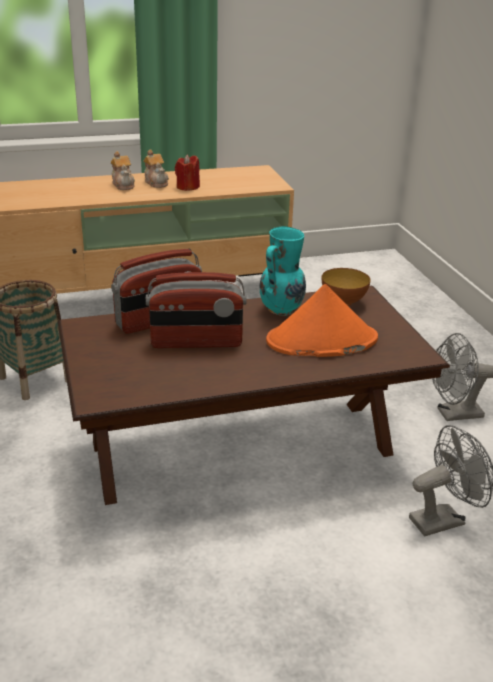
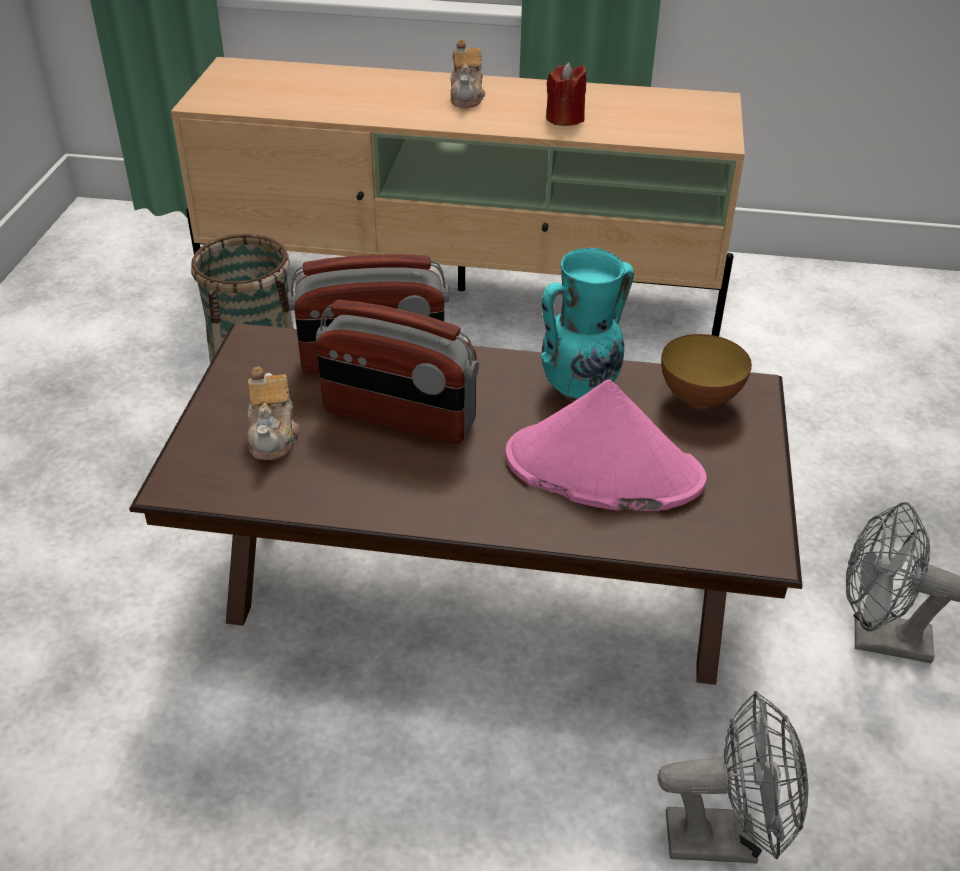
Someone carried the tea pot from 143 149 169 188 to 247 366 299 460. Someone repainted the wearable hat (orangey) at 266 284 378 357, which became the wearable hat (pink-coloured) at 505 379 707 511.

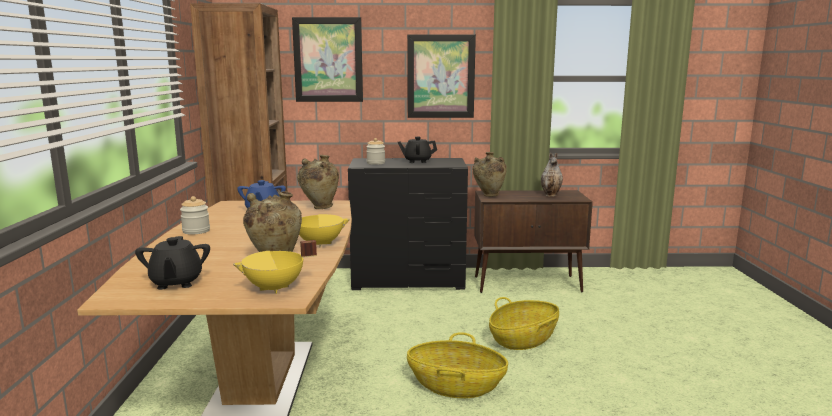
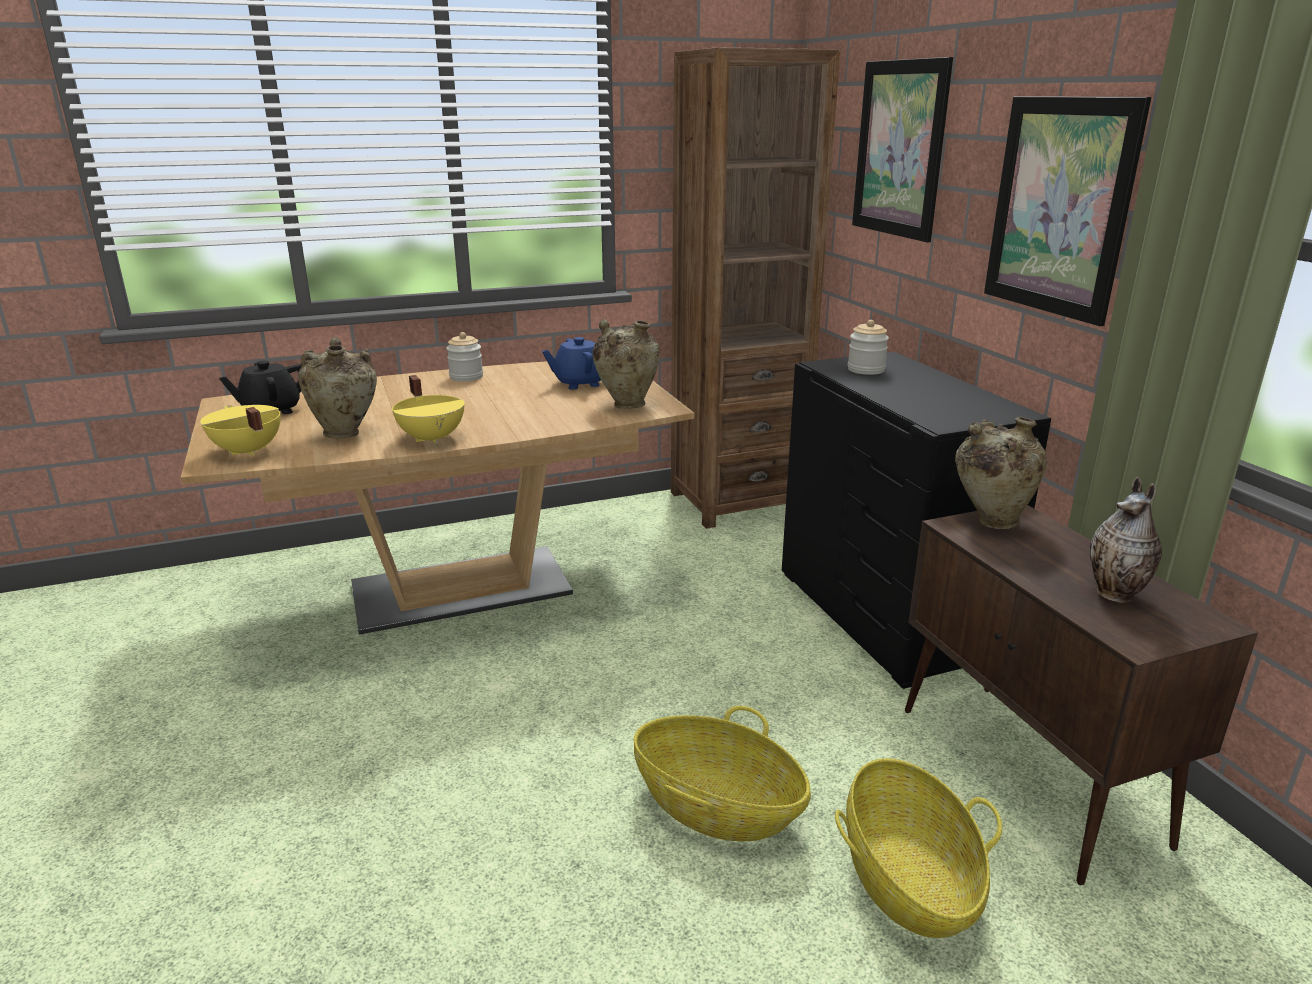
Someone carried the basket from 407 332 508 398 to 835 758 1002 938. Someone took away the tea pot (black-coloured) at 398 137 437 163.

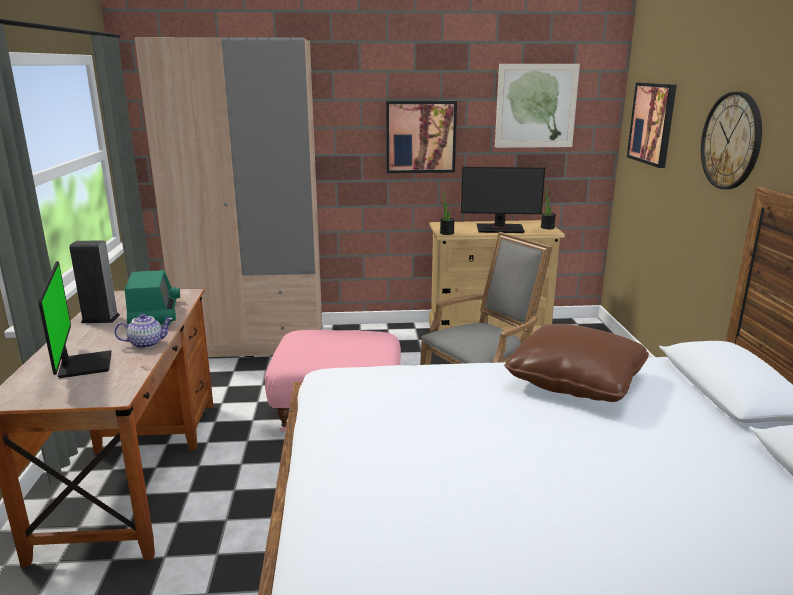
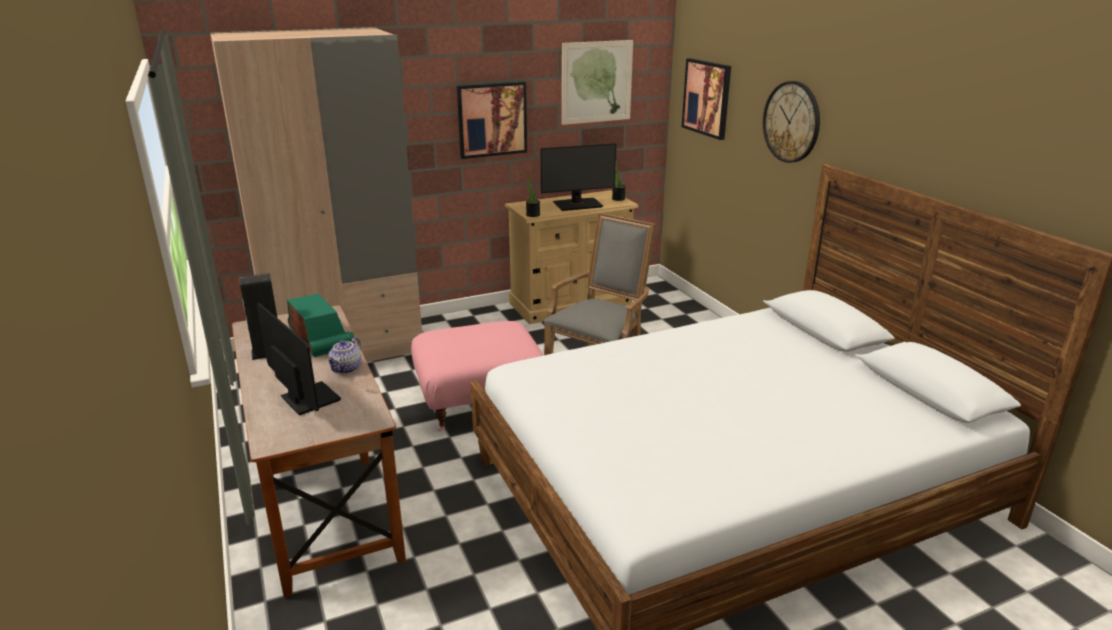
Someone rotated the tea pot at 114 314 173 349 by 150 degrees clockwise. Someone took away the cushion (brownish) at 504 324 649 402.

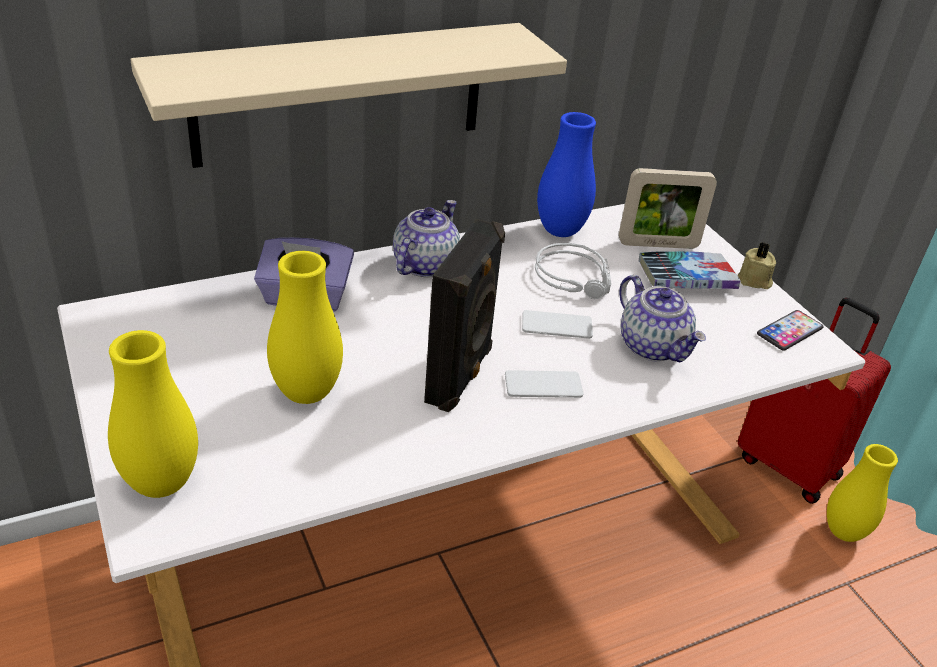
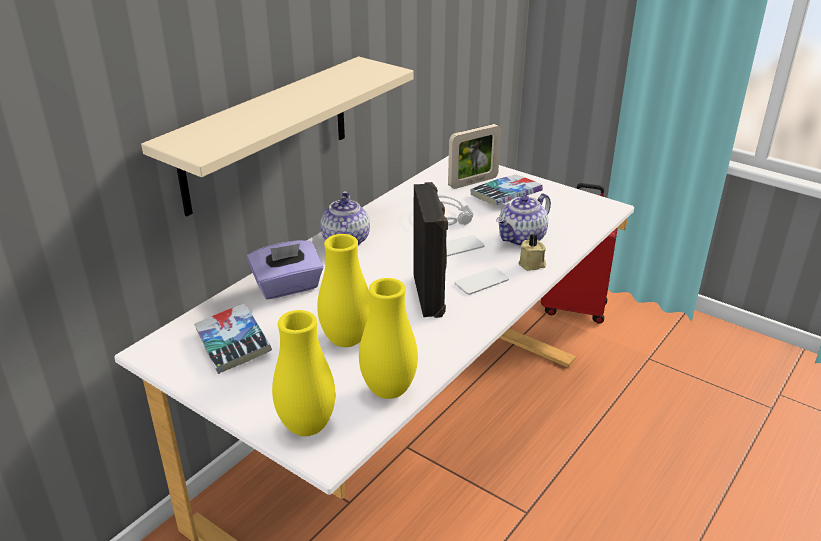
Someone put down the bound book at 194 303 272 374. Someone carried the flower vase (yellow) from 827 444 898 542 to 359 278 418 399. Someone rotated the tea pot at 619 275 706 363 by 105 degrees clockwise. Someone carried the wax light (beige) from 738 243 776 289 to 518 234 546 271. Someone took away the flower vase (blue-coloured) at 537 112 596 237. Someone took away the phone at 757 310 823 351.

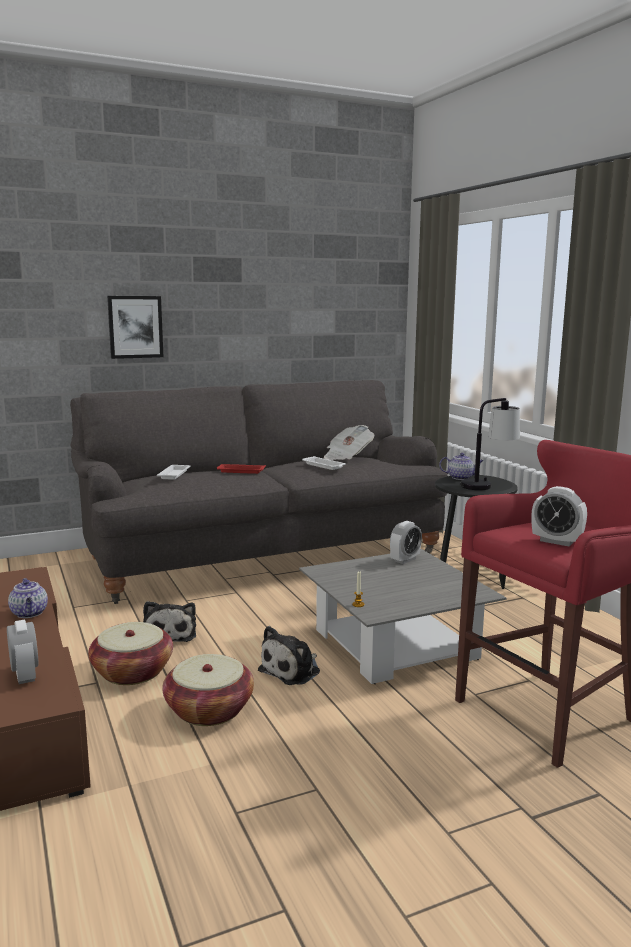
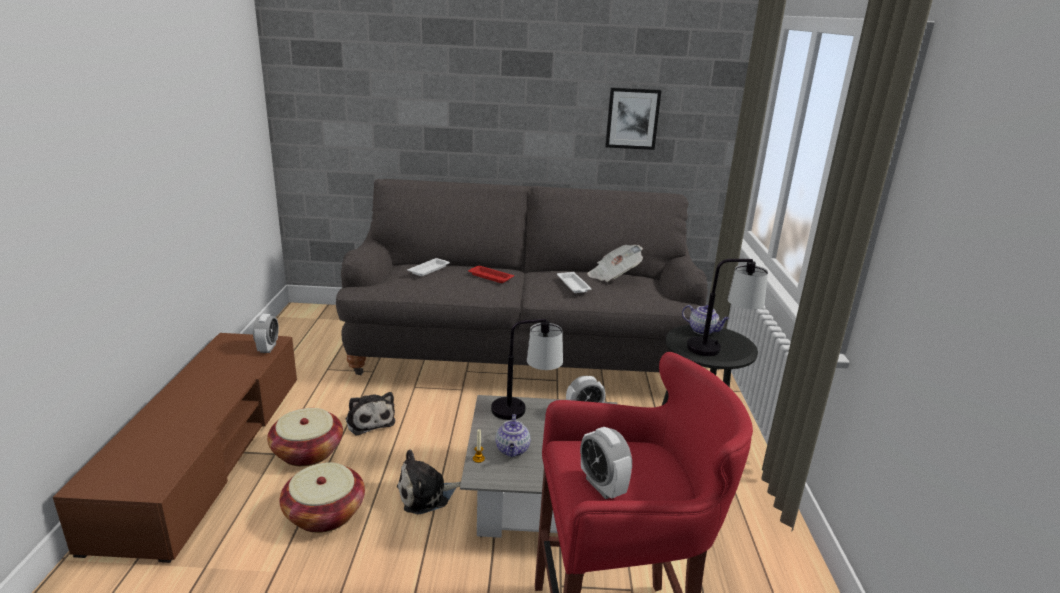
Someone carried the bedside clock from 7 620 38 684 to 253 314 279 353. Someone rotated the soft toy at 143 601 196 642 by 45 degrees counterclockwise. Someone put down the lamp for a table at 491 319 563 420. Someone carried the tea pot from 8 578 48 618 to 496 414 531 457. Someone carried the picture from 107 296 164 359 to 605 87 662 150.

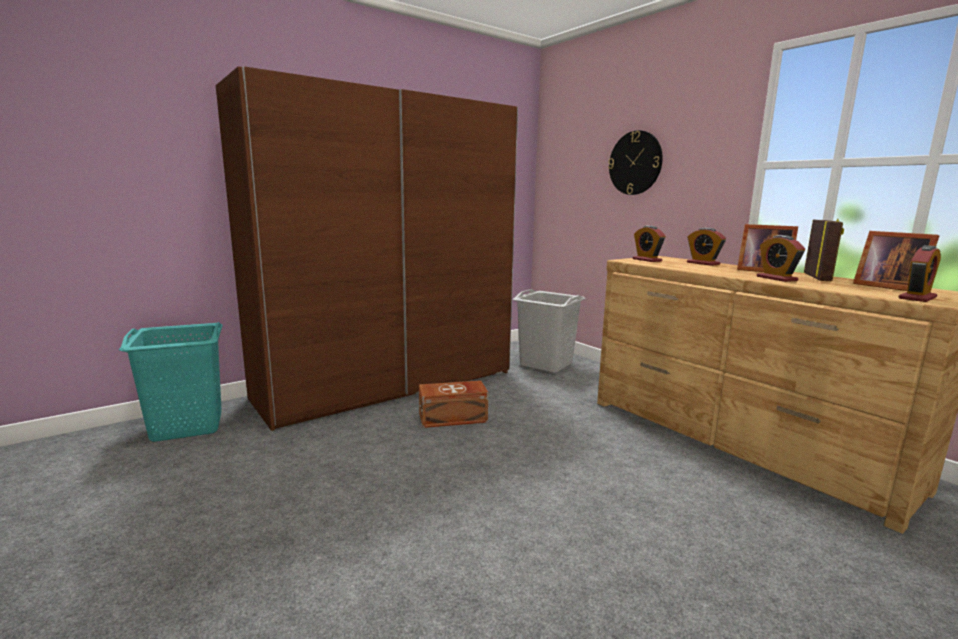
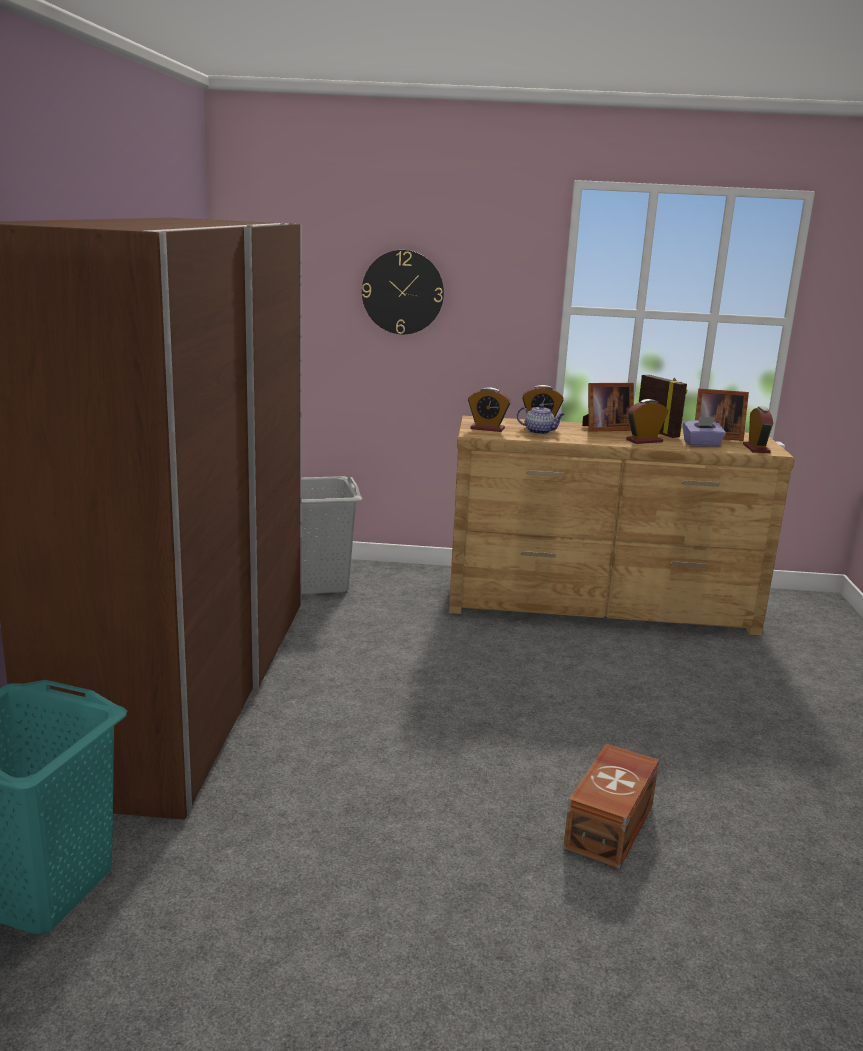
Someone put down the tea pot at 517 404 565 434. Someone carried the storage box (brownish) from 419 380 488 428 to 563 744 659 869. Someone rotated the bedside clock at 757 235 805 282 by 135 degrees clockwise. Someone put down the box of tissues (purple) at 683 416 726 447.

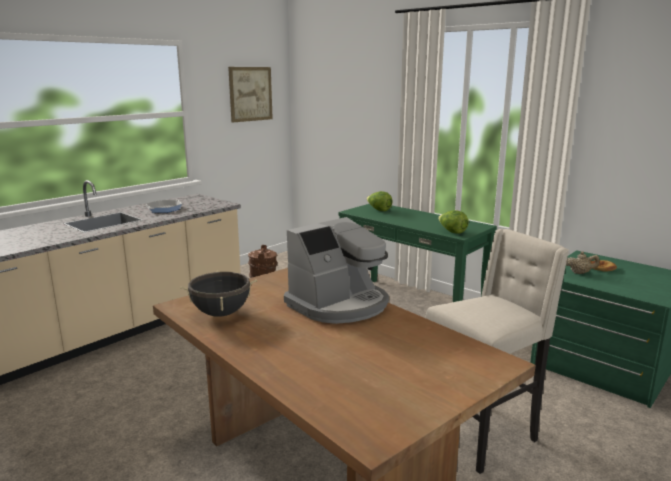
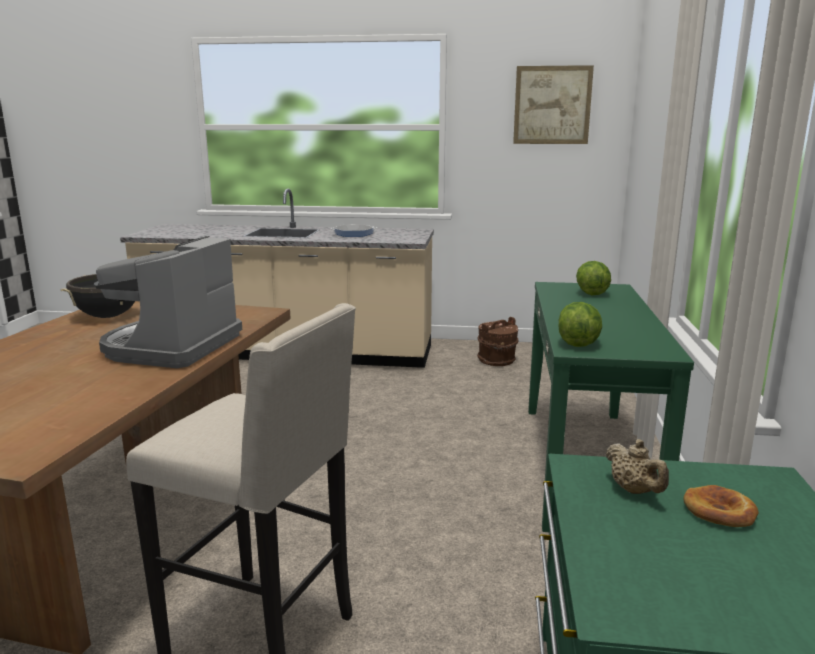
Someone rotated the coffee machine at 284 217 389 324 by 90 degrees clockwise.

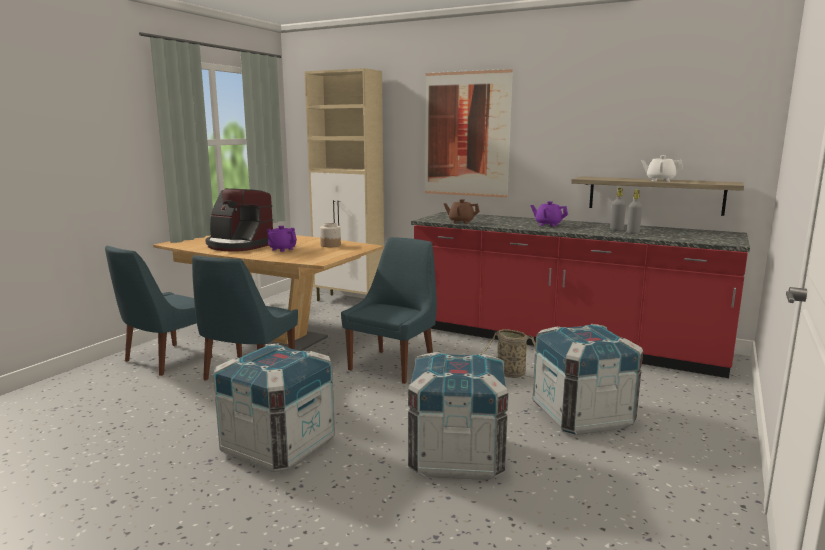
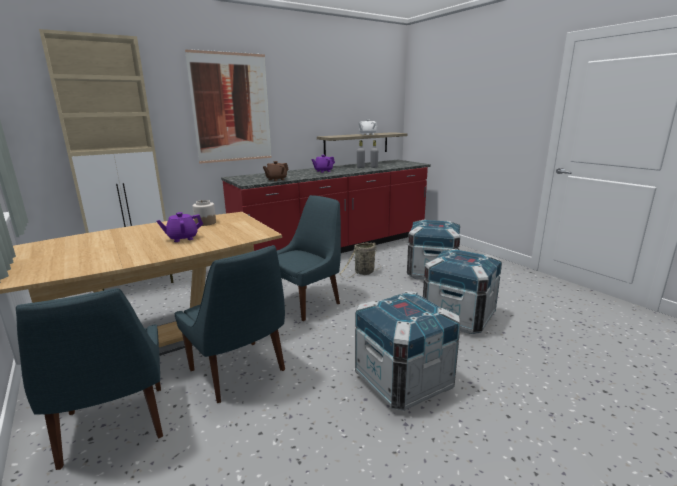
Someone rotated the plain chair (blue-coloured) at 341 237 437 384 by 75 degrees clockwise. Someone took away the coffee machine at 205 188 273 252.

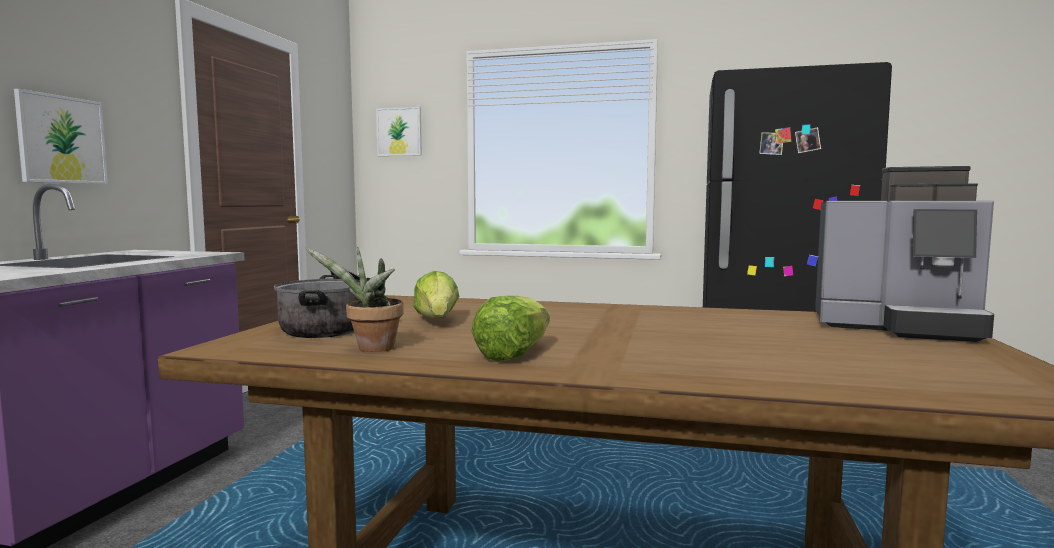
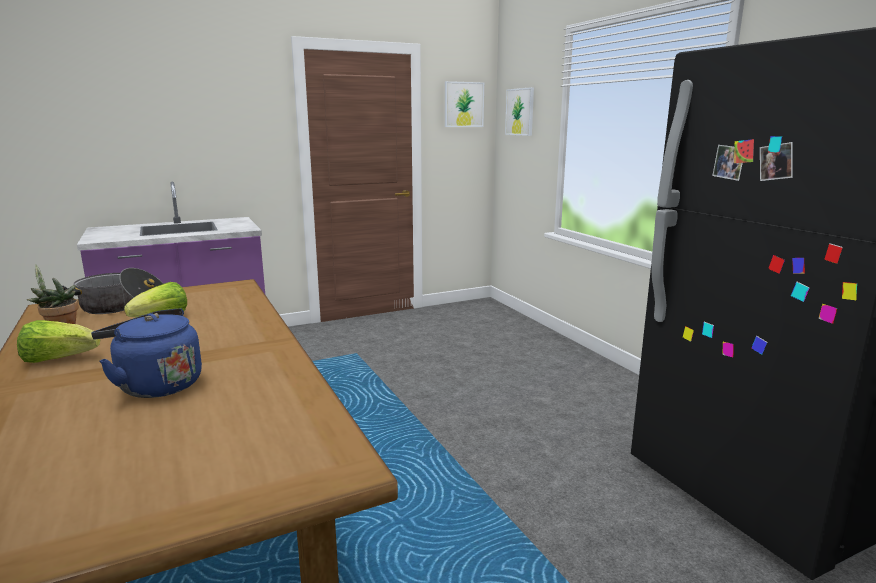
Someone put down the tea kettle (blue-coloured) at 91 308 202 398. Someone carried the picture from 14 89 108 184 to 445 81 484 127. Someone took away the coffee machine at 815 166 994 342.

